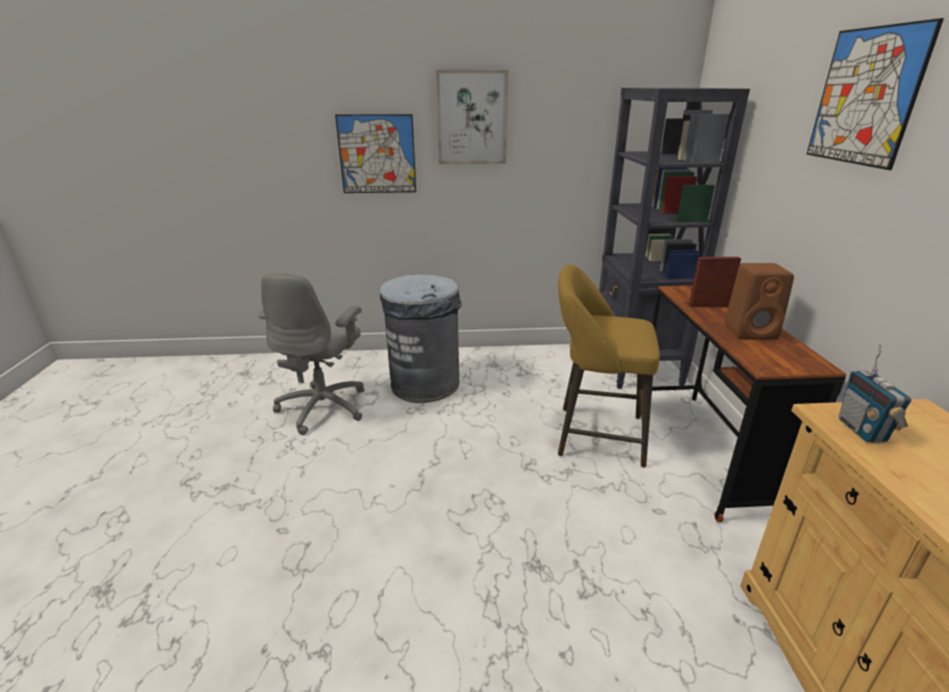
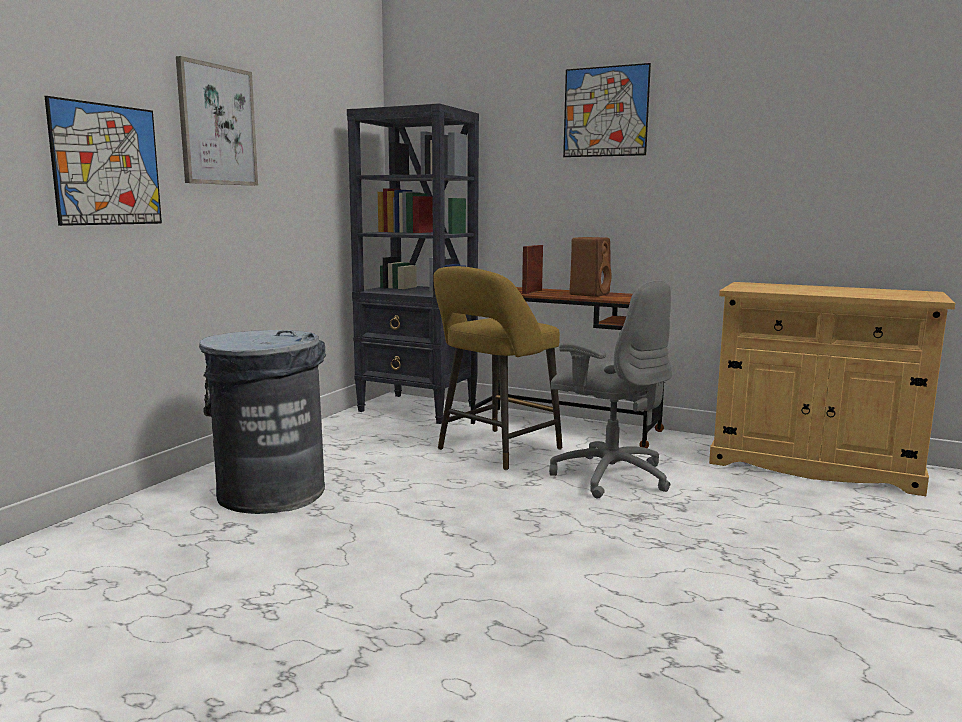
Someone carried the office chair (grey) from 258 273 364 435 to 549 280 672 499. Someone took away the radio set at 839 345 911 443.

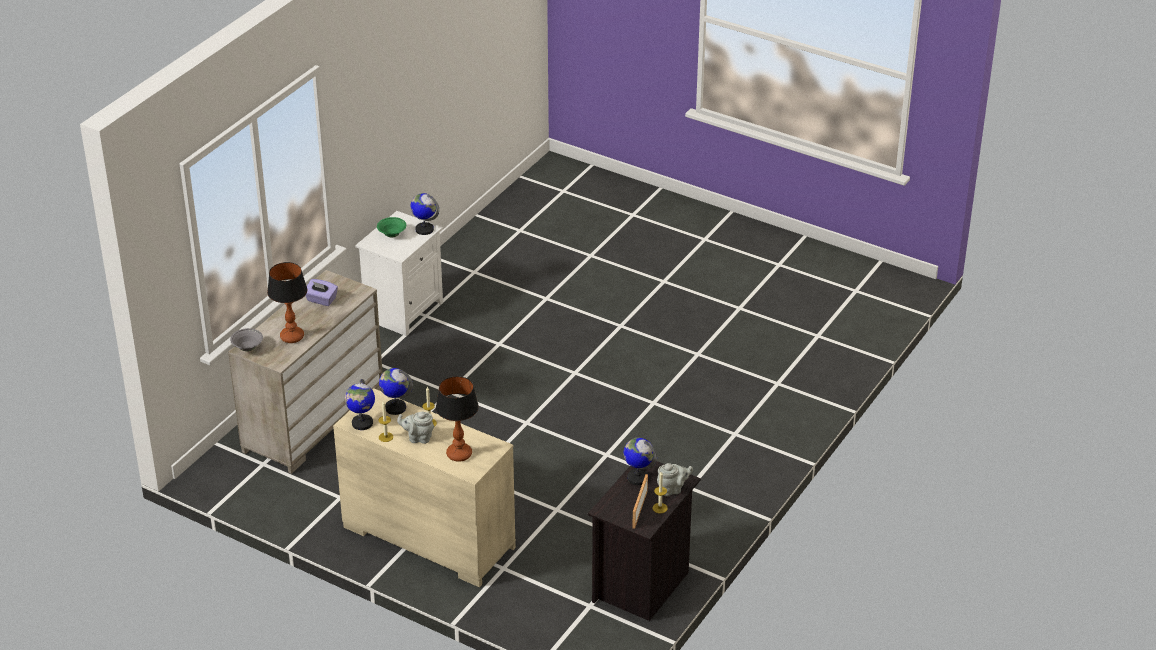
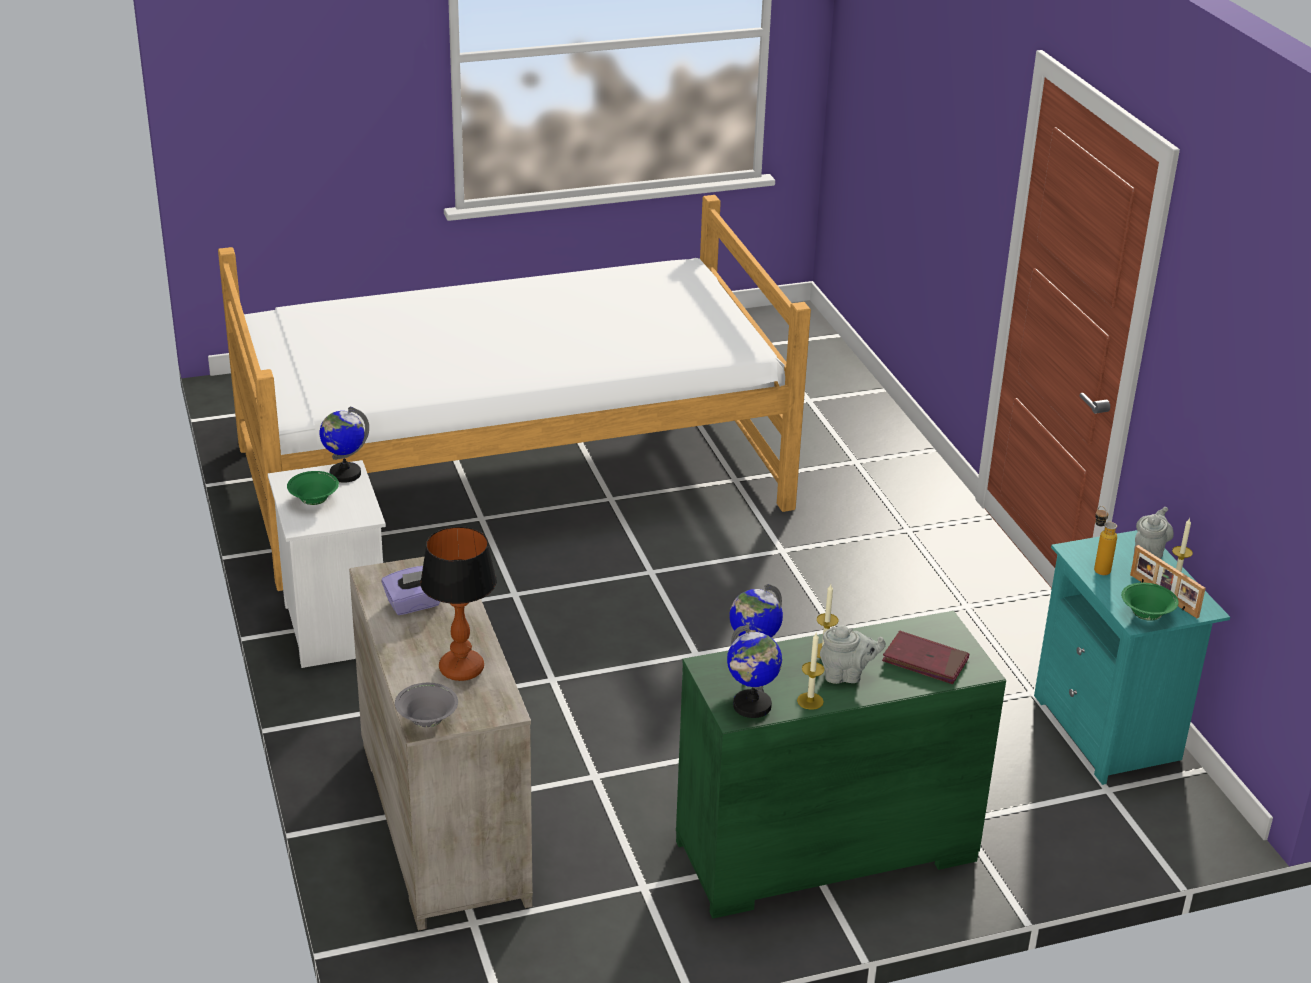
Someone put down the bed at 218 195 811 591. Someone repainted the dresser (beige) at 333 389 516 587, which became the dresser (green) at 676 611 1006 919. Someone rotated the tea pot (grey) at 397 411 434 444 by 135 degrees counterclockwise. Someone swapped the lamp for a table at 436 376 479 462 for the bound book (reddish) at 882 631 970 684. Someone repainted the bedside table (black-coloured) at 588 460 701 621, which became the bedside table (turquoise-coloured) at 1034 530 1230 785. Someone swapped the world globe at 623 438 657 485 for the beverage bottle at 1094 506 1117 575. Someone put down the bowl (green) at 1121 583 1179 621.

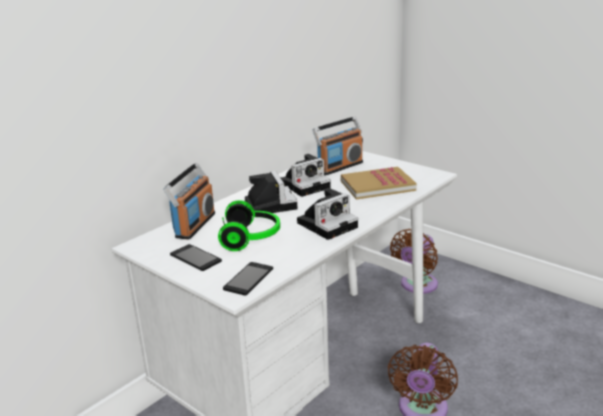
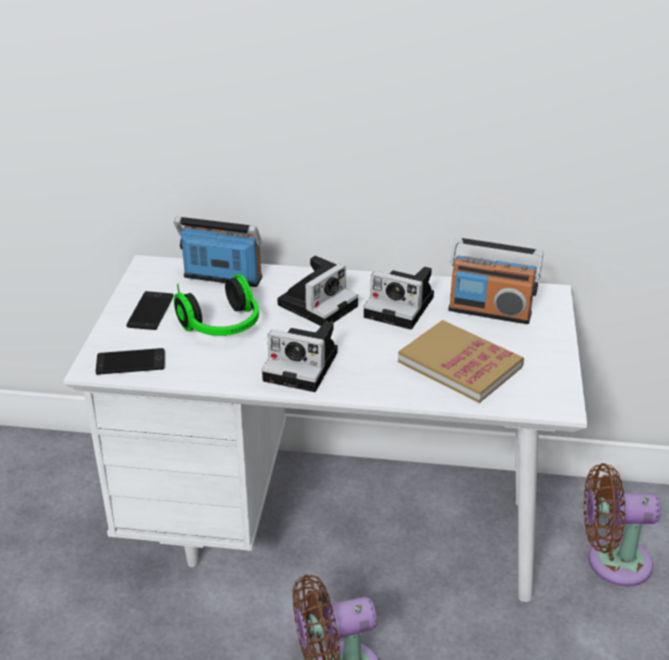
Someone rotated the radio set at 163 163 215 240 by 150 degrees counterclockwise.

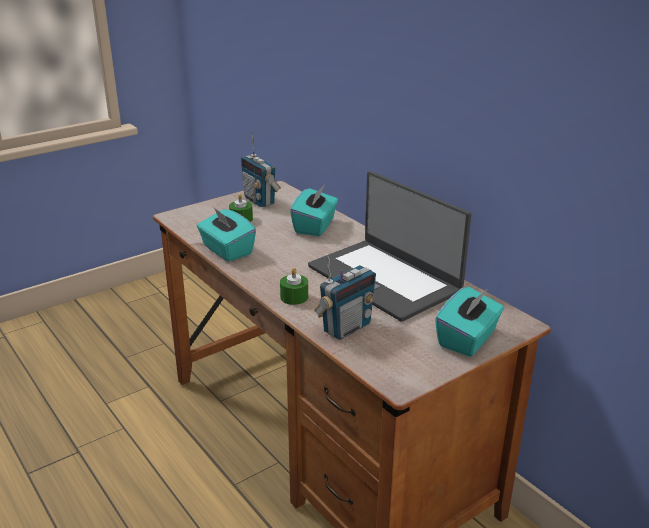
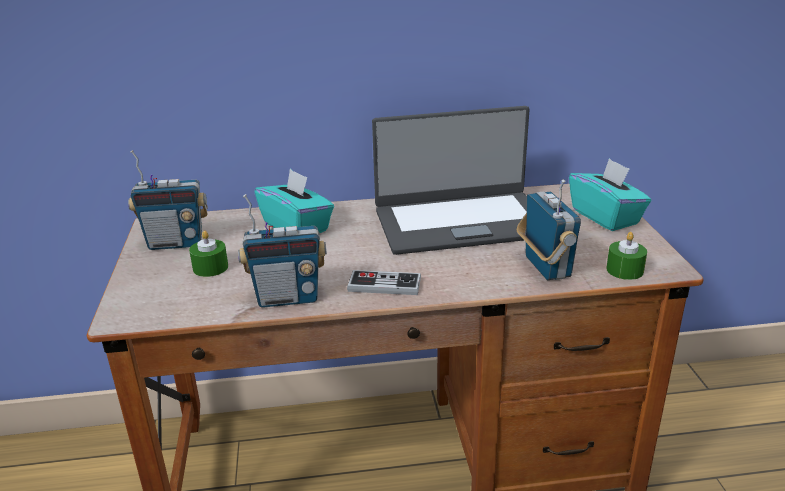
Someone swapped the box of tissues (turquoise-coloured) at 197 208 256 262 for the radio set at 238 194 327 308. Someone put down the game controller at 347 270 421 295. Someone carried the wax light (green) from 280 268 308 305 to 606 232 647 280.

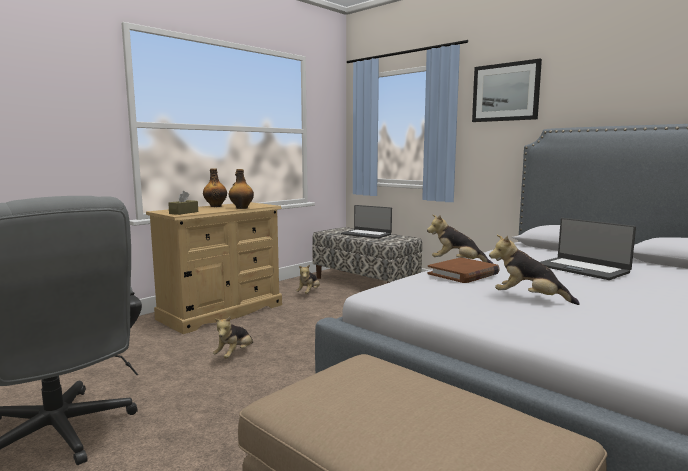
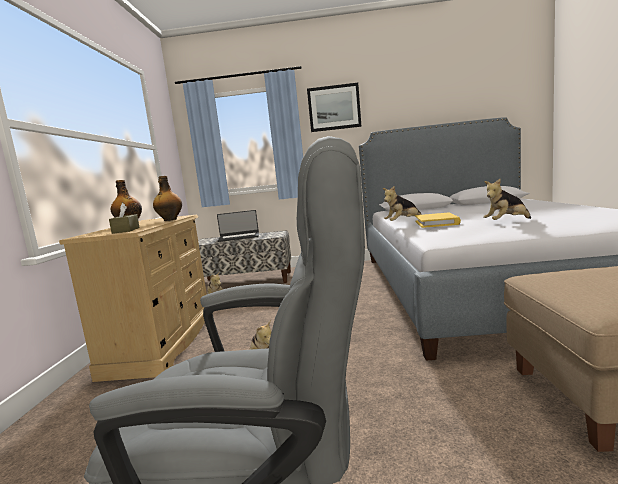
Someone repainted the bound book (brownish) at 427 257 500 283, which became the bound book (yellow) at 415 212 461 228. Someone took away the notebook computer at 540 218 636 280.

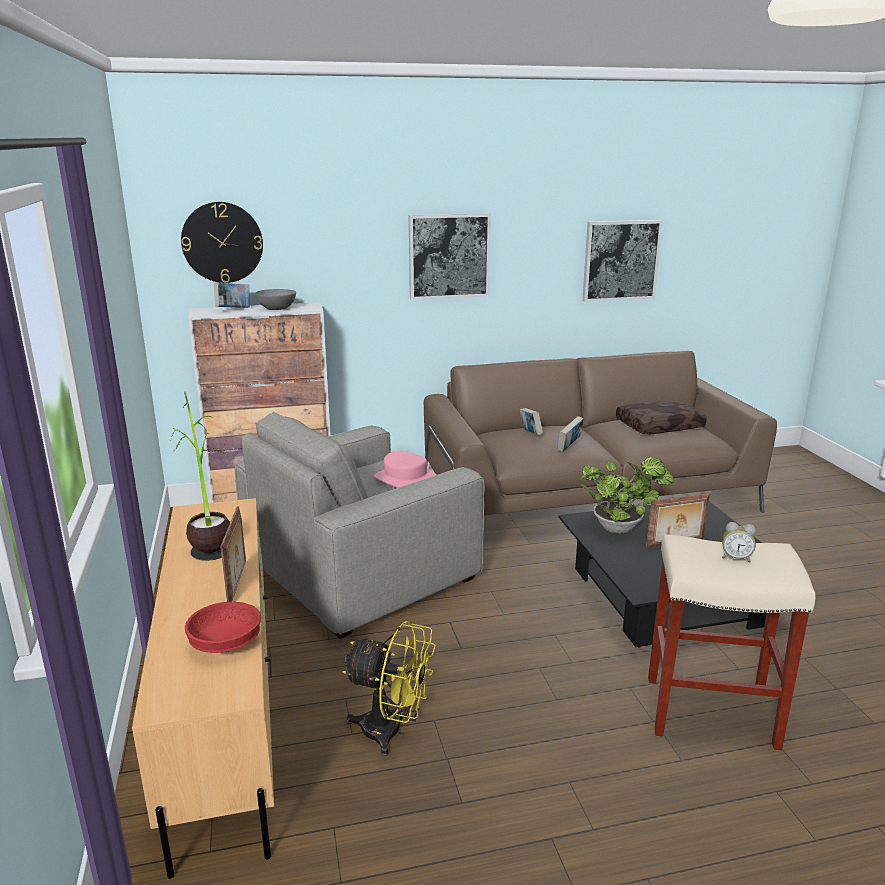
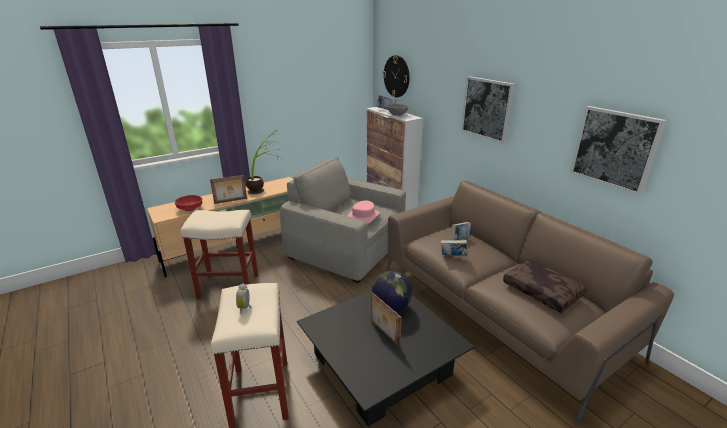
Someone swapped the fan (yellow) at 342 621 436 756 for the stool seat (beige) at 180 210 258 299. Someone swapped the potted plant at 579 457 675 534 for the world globe at 372 271 412 312.

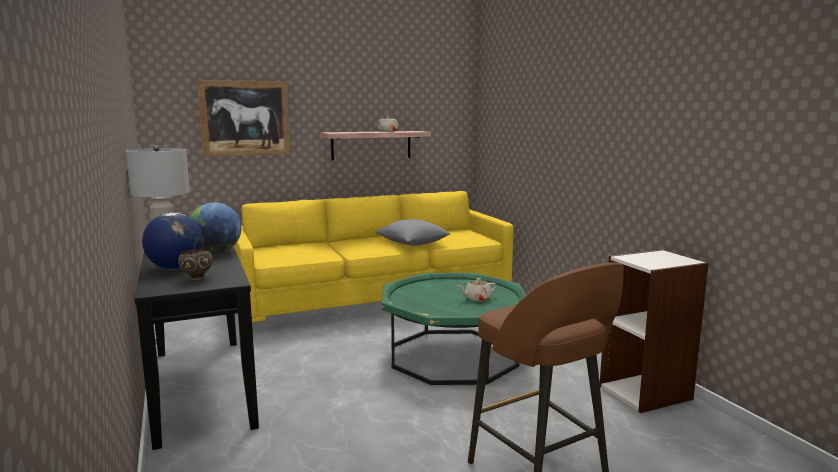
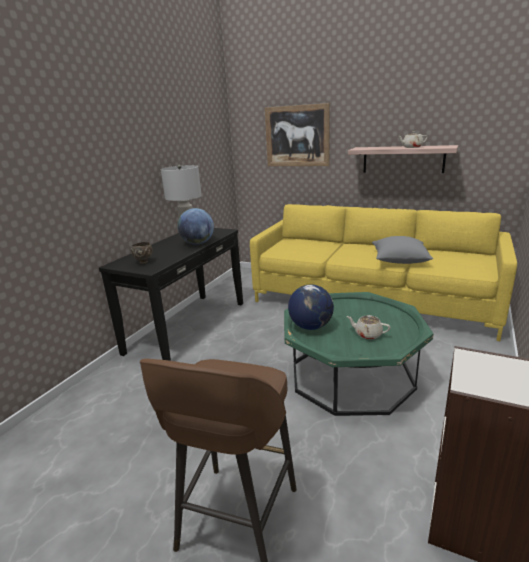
Someone carried the world globe from 142 212 204 269 to 288 284 334 330.

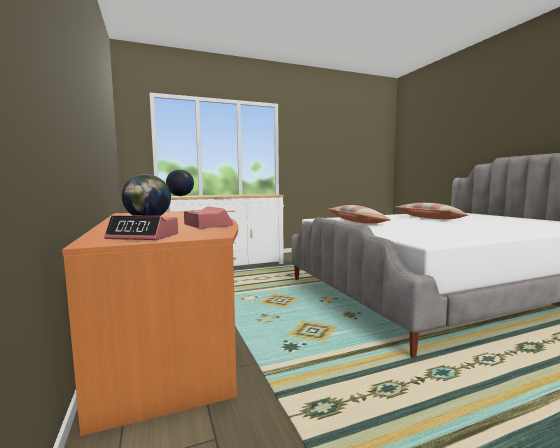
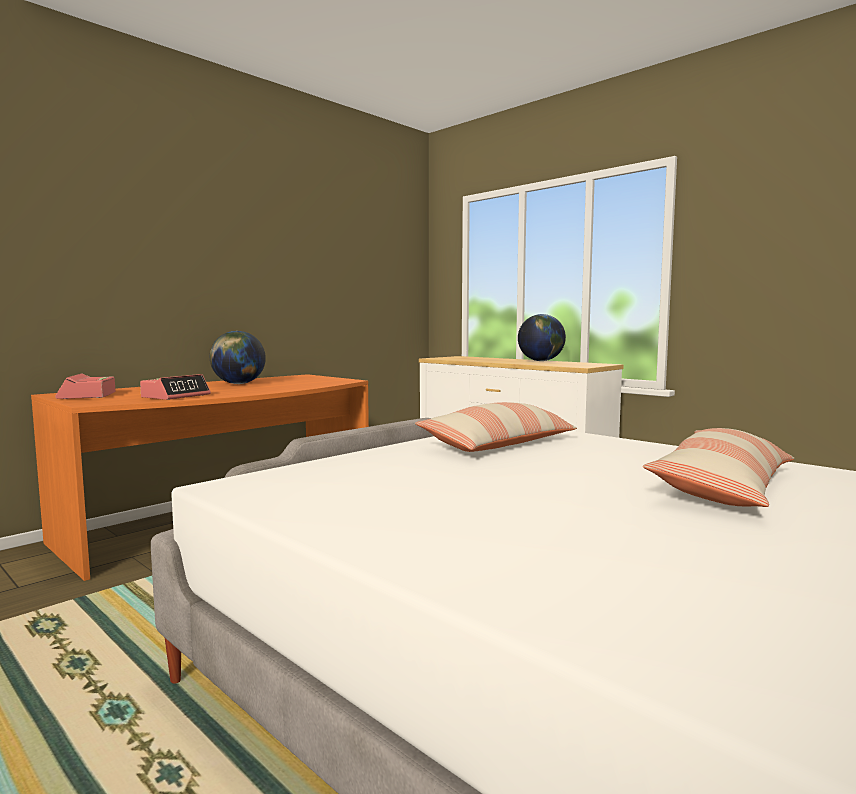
Someone carried the world globe from 166 169 194 196 to 518 314 566 361.

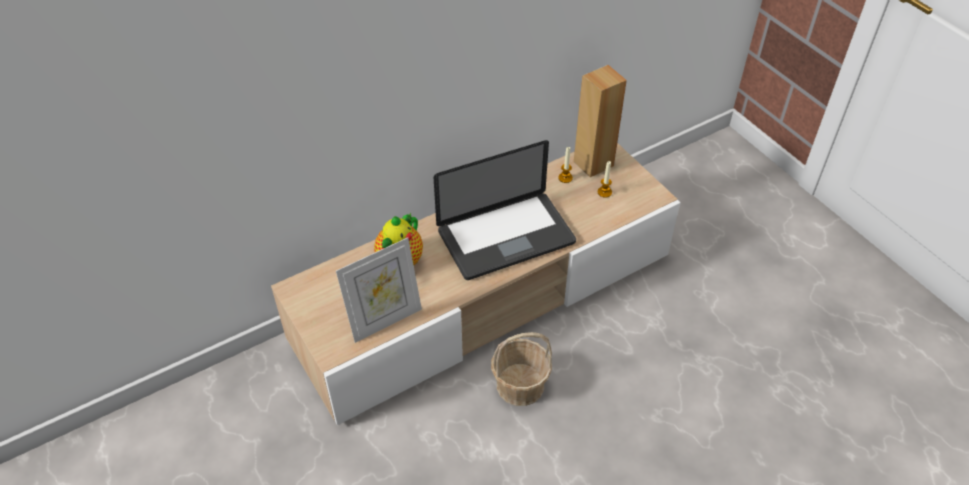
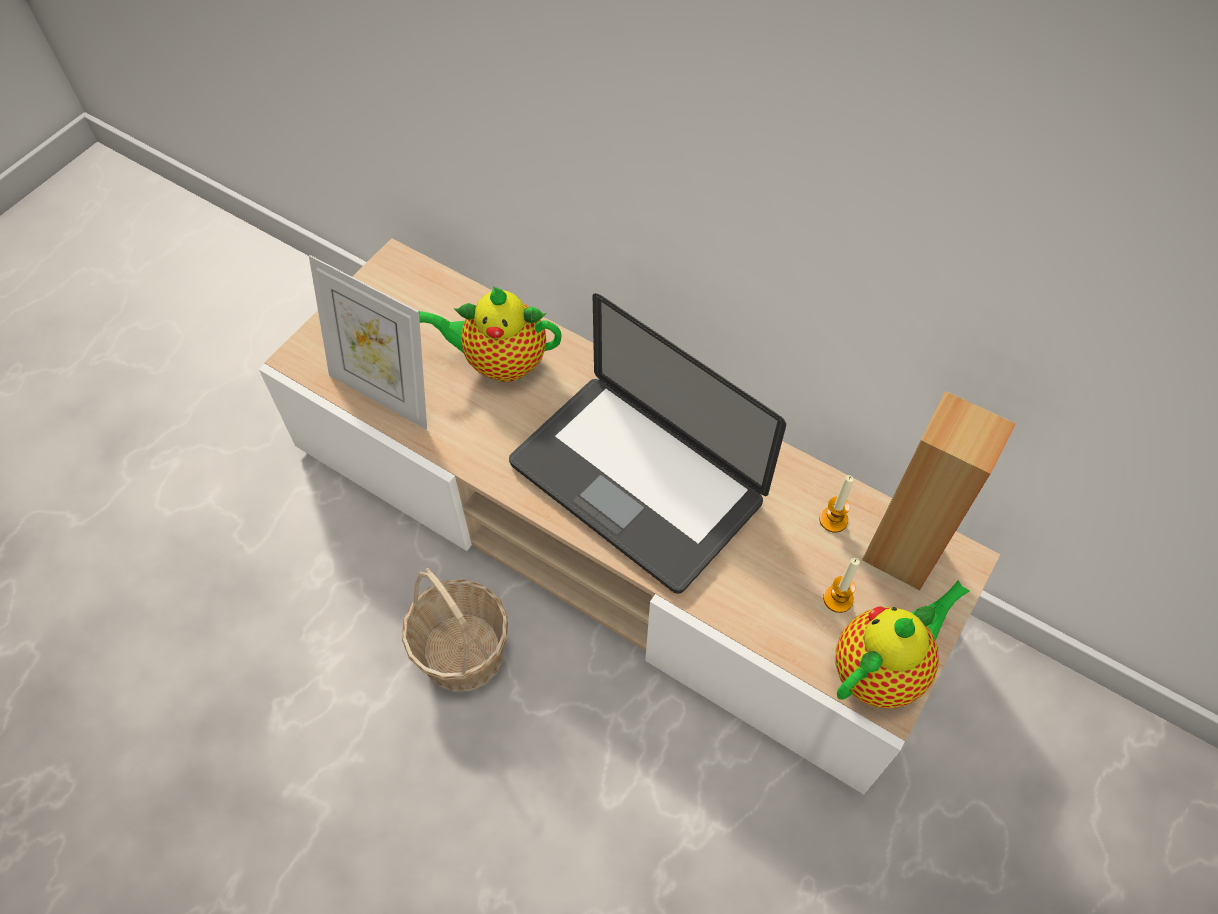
Someone put down the tea pot at 836 580 969 709.

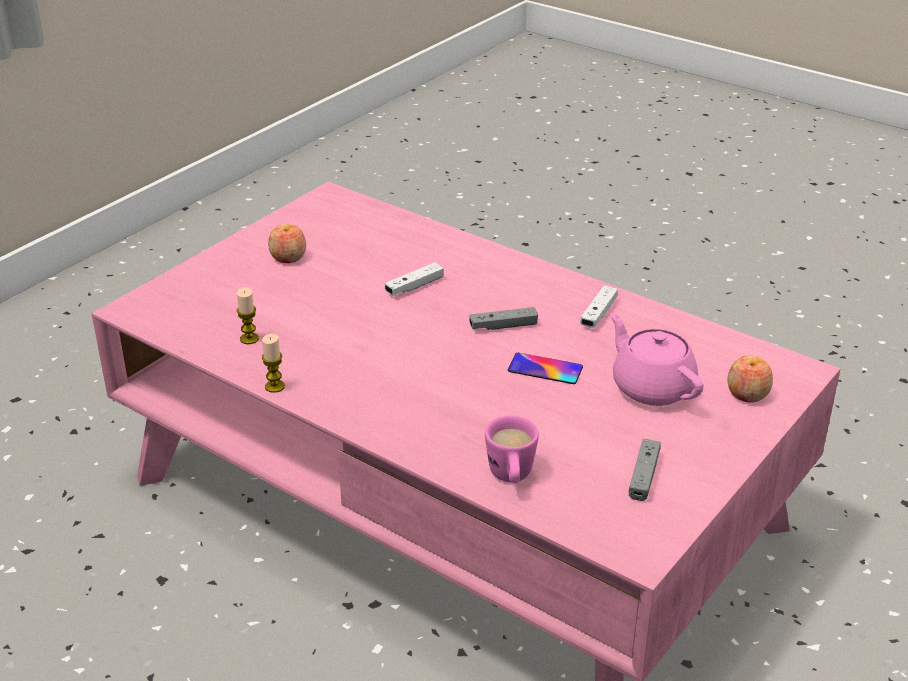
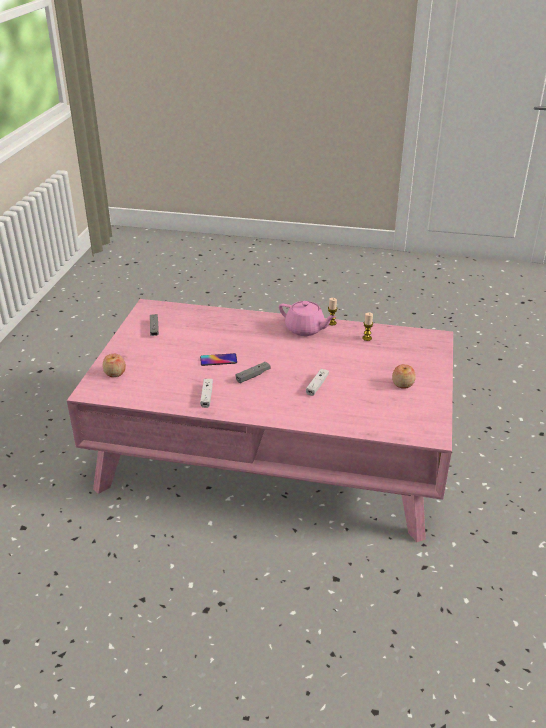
Someone carried the tea pot (pink-coloured) from 610 313 704 406 to 279 301 336 336. Someone took away the coffee mug (pink-coloured) at 485 416 539 483.

